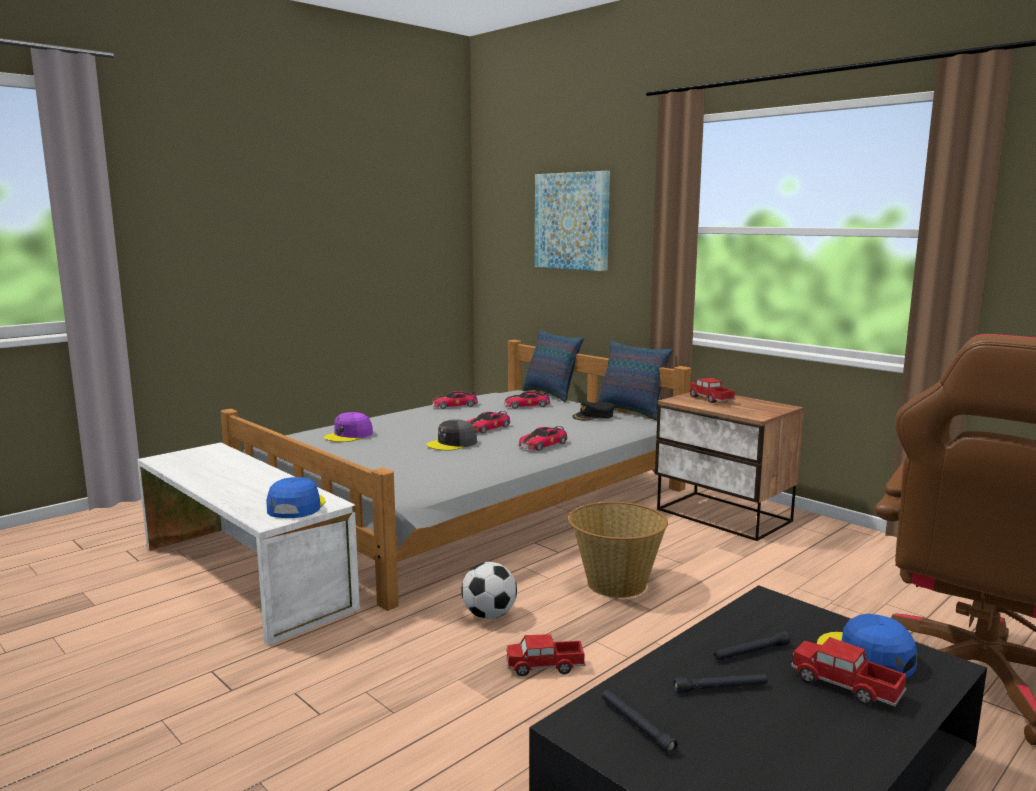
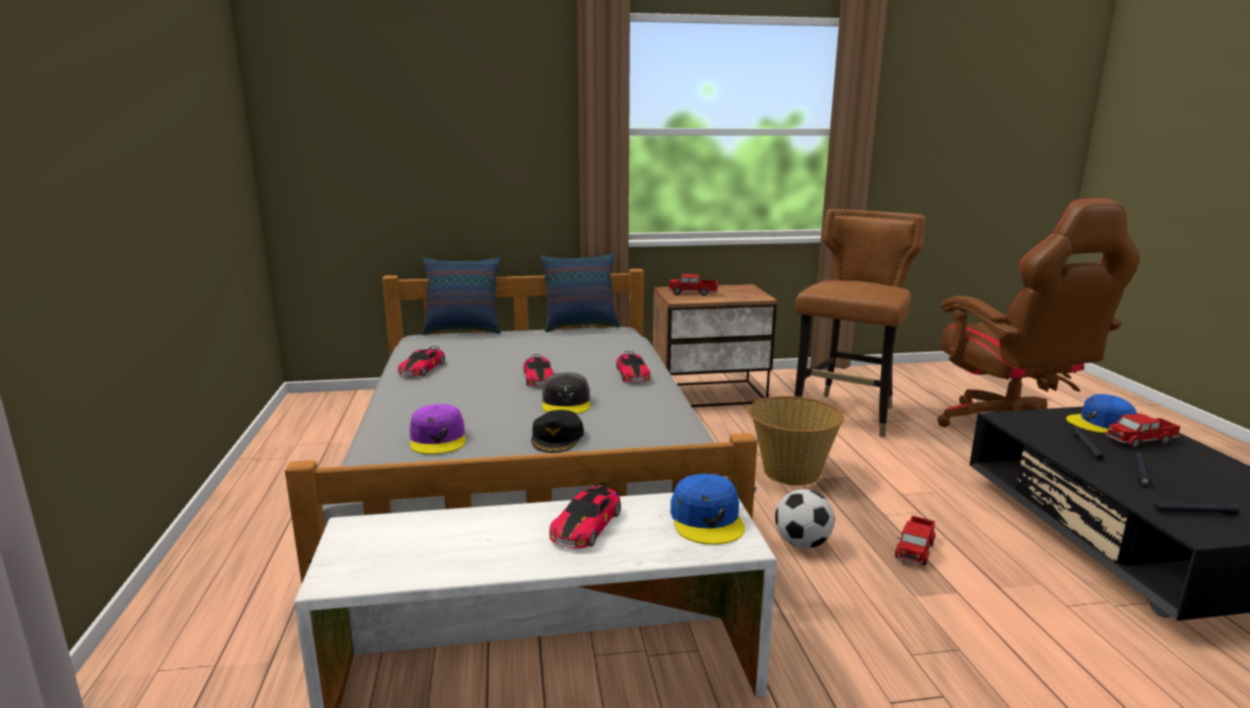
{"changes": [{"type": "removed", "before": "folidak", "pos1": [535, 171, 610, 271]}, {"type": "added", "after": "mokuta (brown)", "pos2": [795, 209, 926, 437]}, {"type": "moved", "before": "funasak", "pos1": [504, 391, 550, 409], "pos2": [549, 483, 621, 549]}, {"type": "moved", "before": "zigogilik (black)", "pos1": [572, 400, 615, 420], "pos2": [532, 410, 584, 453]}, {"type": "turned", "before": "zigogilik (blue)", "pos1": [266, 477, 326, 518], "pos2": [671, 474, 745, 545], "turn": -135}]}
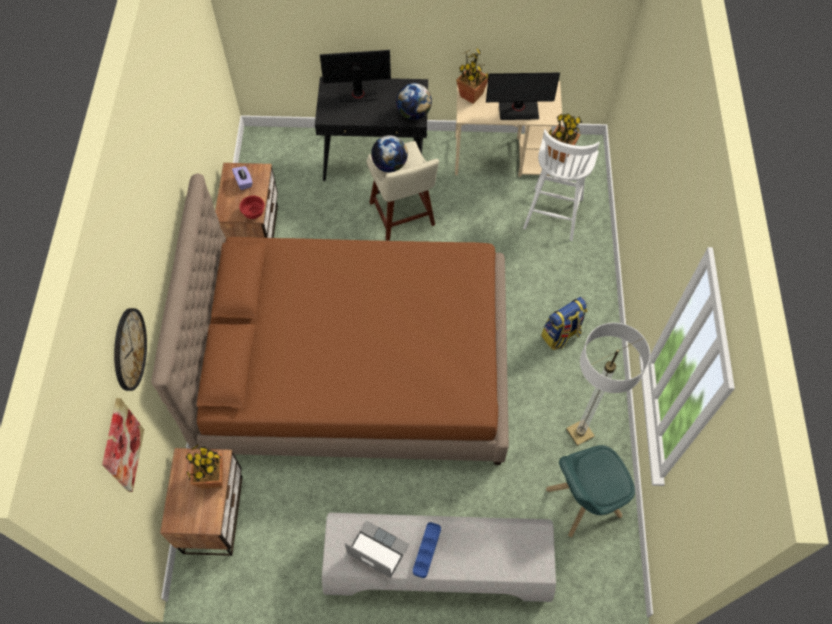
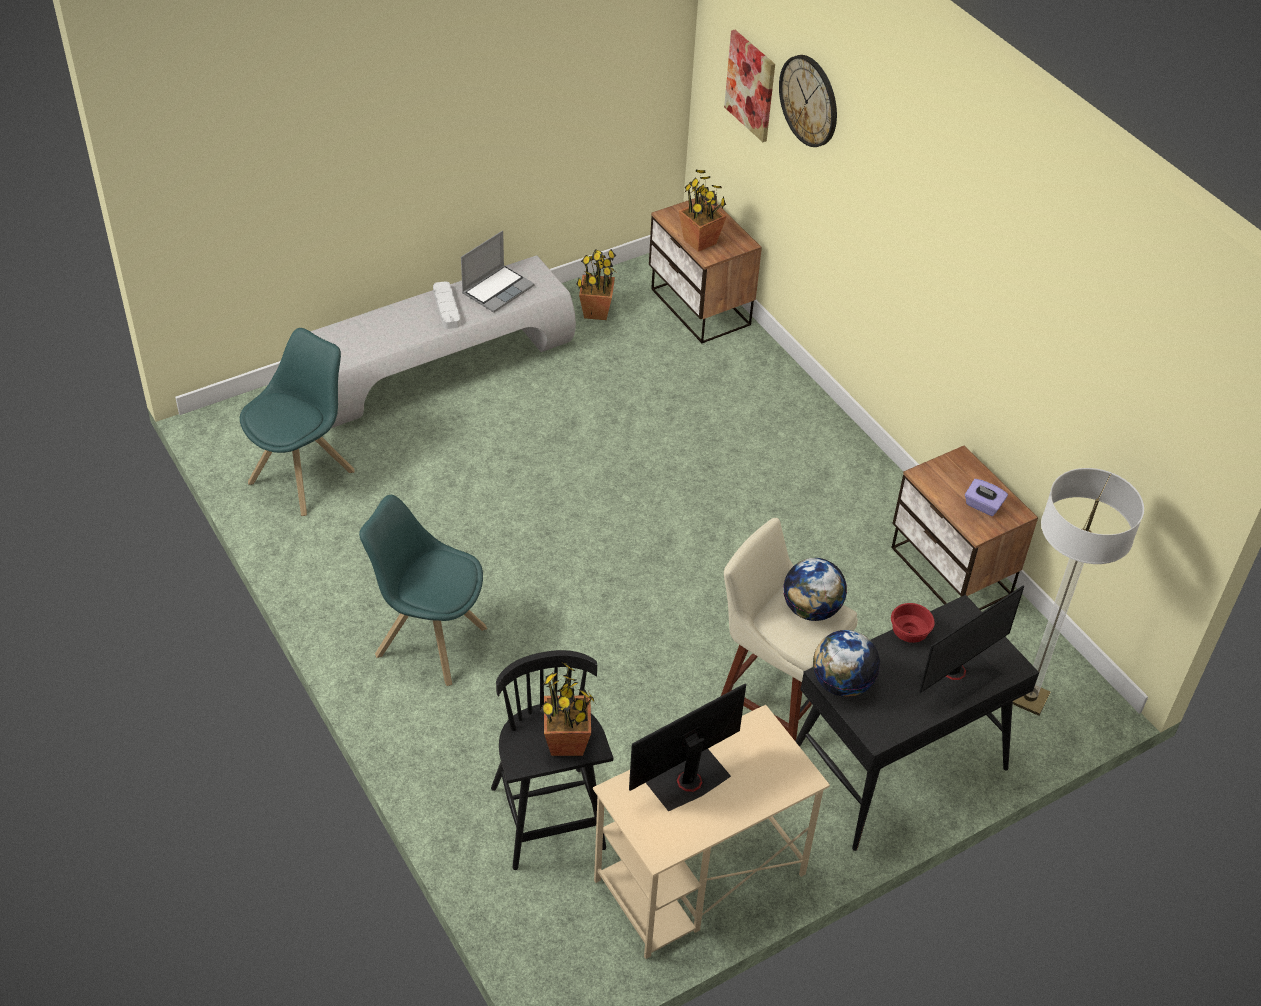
{"changes": [{"type": "removed", "before": "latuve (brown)", "pos1": [151, 173, 509, 465]}, {"type": "moved", "before": "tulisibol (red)", "pos1": [239, 196, 265, 219], "pos2": [891, 603, 935, 643]}, {"type": "moved", "before": "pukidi", "pos1": [456, 47, 488, 104], "pos2": [576, 249, 617, 320]}, {"type": "moved", "before": "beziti", "pos1": [566, 322, 650, 446], "pos2": [1013, 468, 1144, 716]}, {"type": "replaced", "before": "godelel", "after": "mokuta (turquoise)", "pos1": [541, 297, 587, 350], "pos2": [359, 495, 487, 686]}, {"type": "recoloured", "before": "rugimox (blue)", "after": "rugimox (grey)", "pos1": [413, 522, 441, 578], "pos2": [433, 281, 460, 329]}, {"type": "recoloured", "before": "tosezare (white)", "after": "tosezare (black)", "pos1": [523, 129, 600, 241], "pos2": [491, 650, 613, 870]}, {"type": "turned", "before": "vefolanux", "pos1": [345, 520, 410, 578], "pos2": [461, 231, 535, 313], "turn": -45}]}
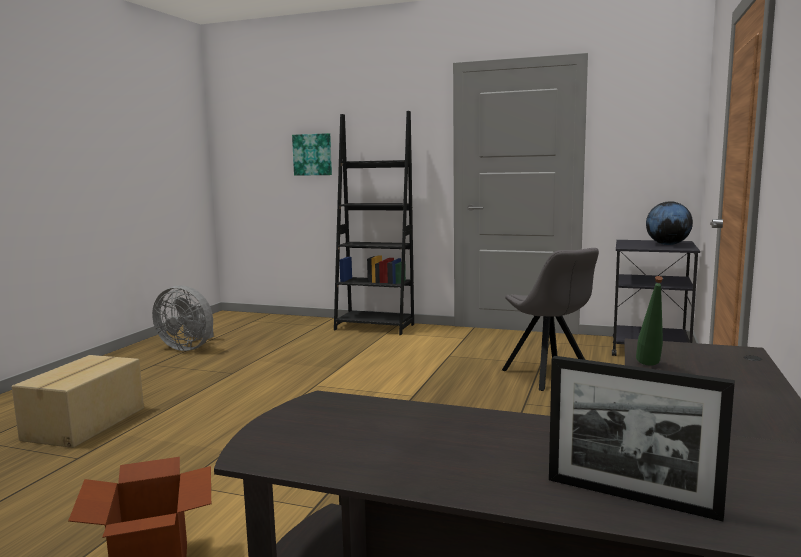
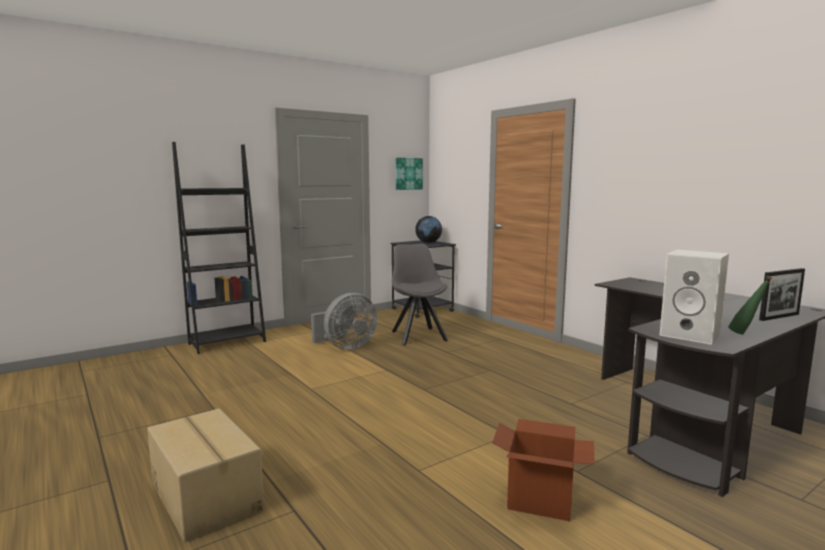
{"changes": [{"type": "added", "after": "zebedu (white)", "pos2": [659, 250, 729, 345]}, {"type": "moved", "before": "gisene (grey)", "pos1": [152, 285, 214, 351], "pos2": [311, 293, 377, 349]}, {"type": "moved", "before": "folidak", "pos1": [292, 133, 332, 176], "pos2": [396, 158, 423, 190]}, {"type": "moved", "before": "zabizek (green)", "pos1": [636, 276, 663, 366], "pos2": [728, 276, 772, 334]}, {"type": "turned", "before": "mokuta (grey)", "pos1": [502, 248, 599, 391], "pos2": [392, 244, 448, 345], "turn": -120}]}
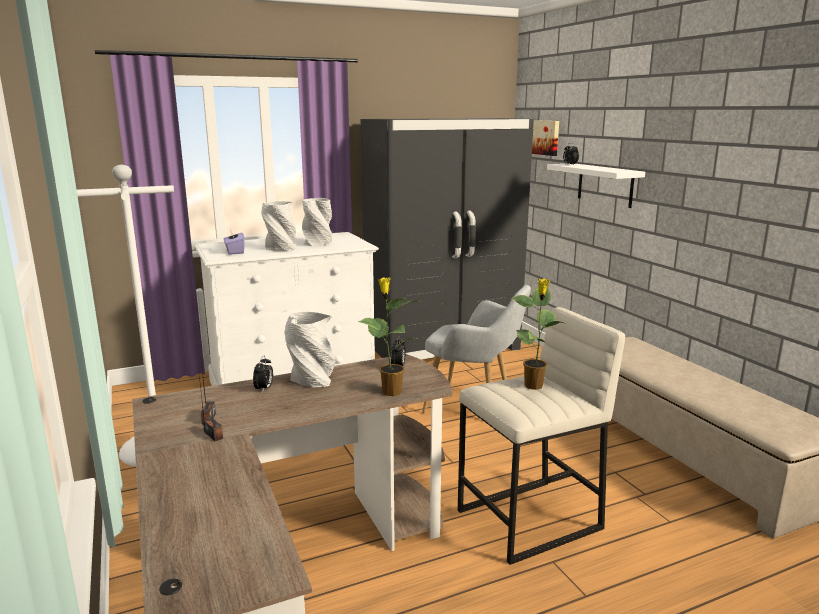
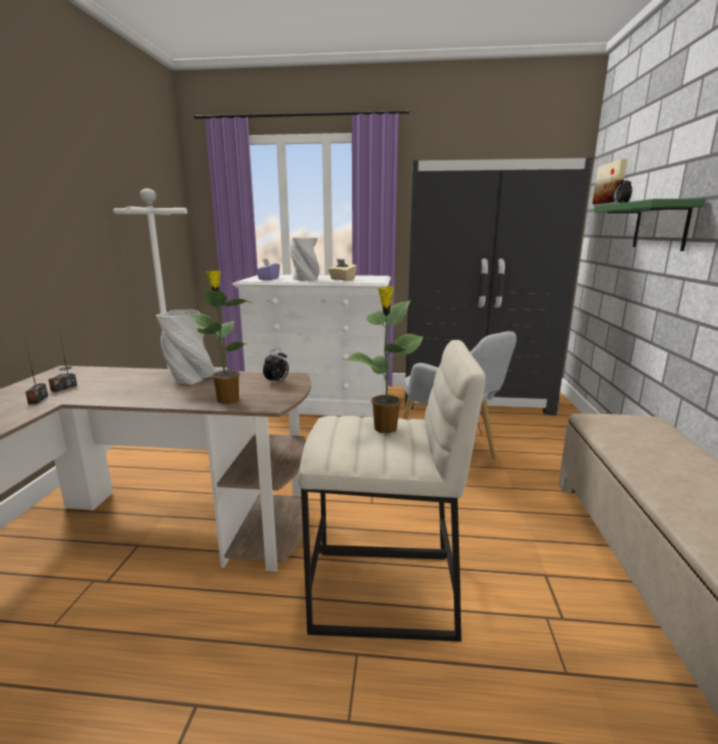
{"changes": [{"type": "removed", "before": "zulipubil", "pos1": [253, 356, 273, 393]}, {"type": "replaced", "before": "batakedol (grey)", "after": "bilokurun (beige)", "pos1": [302, 198, 332, 246], "pos2": [328, 259, 357, 280]}, {"type": "recoloured", "before": "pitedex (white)", "after": "pitedex (green)", "pos1": [547, 164, 645, 208], "pos2": [594, 198, 706, 251]}]}
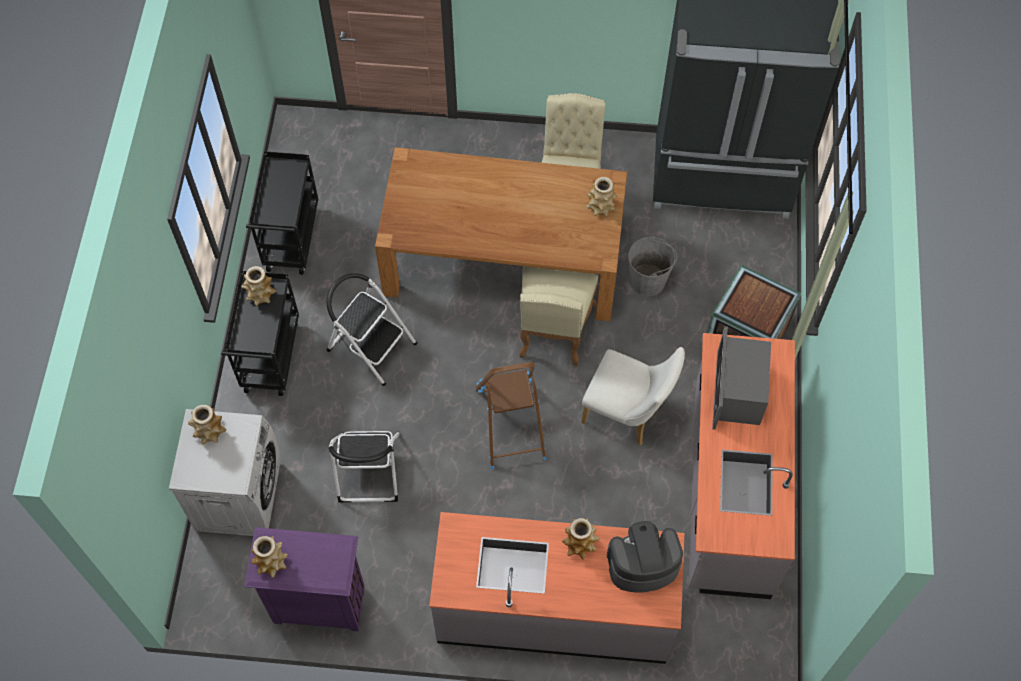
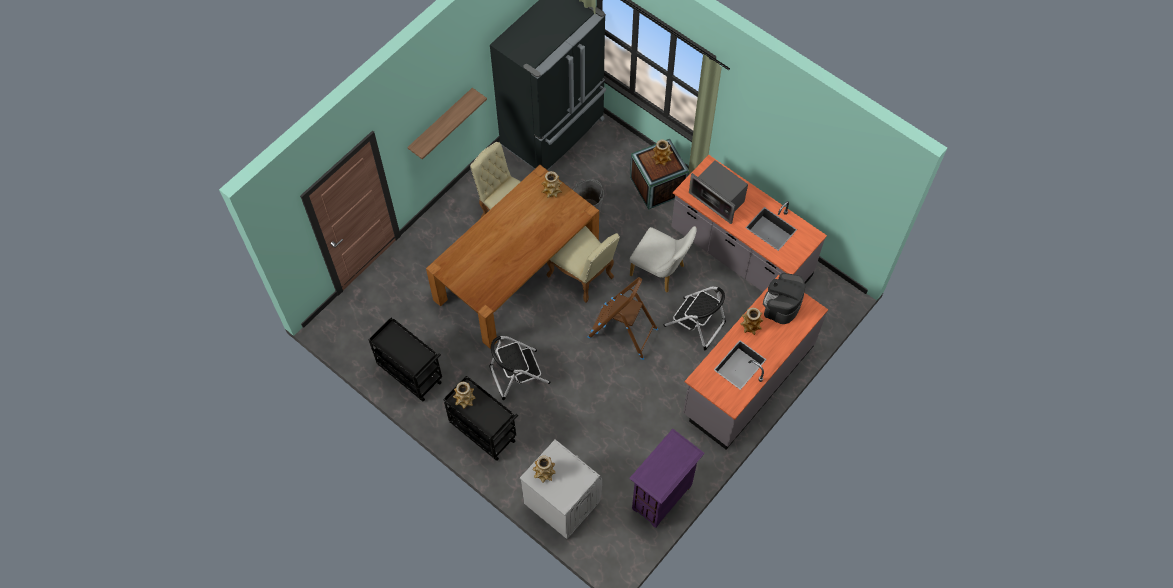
{"changes": [{"type": "added", "after": "pitedex", "pos2": [408, 88, 487, 160]}, {"type": "moved", "before": "batakedol", "pos1": [251, 536, 288, 578], "pos2": [651, 139, 673, 166]}, {"type": "moved", "before": "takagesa", "pos1": [329, 431, 400, 503], "pos2": [664, 287, 726, 350]}, {"type": "turned", "before": "mokuta (white)", "pos1": [581, 347, 685, 445], "pos2": [630, 226, 697, 293], "turn": 60}]}
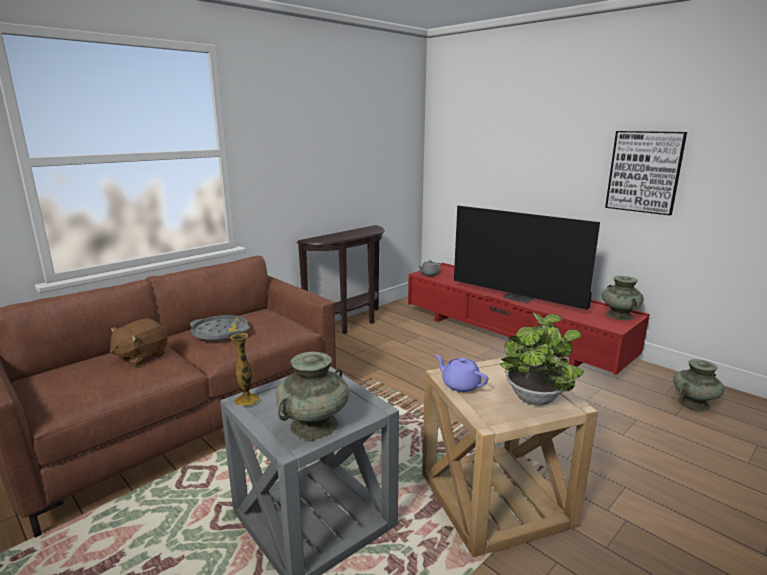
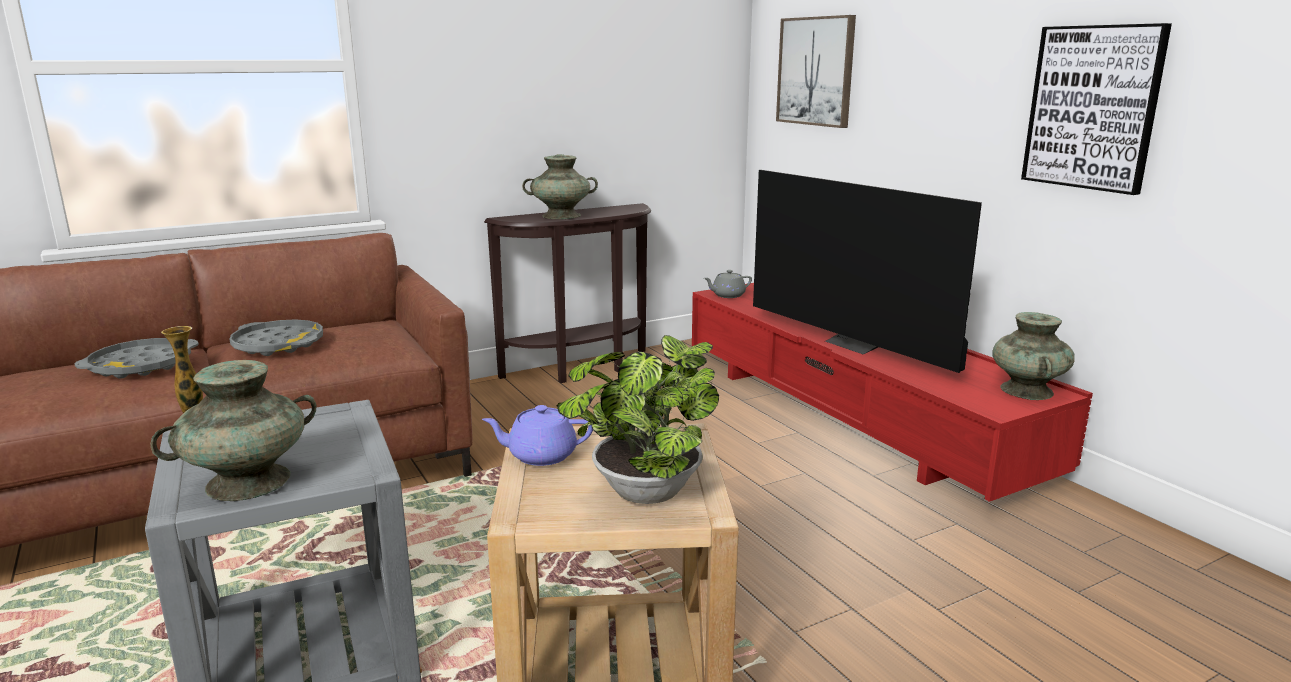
{"changes": [{"type": "added", "after": "folidak", "pos2": [776, 15, 856, 128]}, {"type": "moved", "before": "batakedol (turquoise)", "pos1": [673, 359, 724, 412], "pos2": [522, 154, 598, 219]}, {"type": "replaced", "before": "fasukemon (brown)", "after": "rugimox (grey)", "pos1": [110, 319, 168, 366], "pos2": [74, 338, 199, 379]}, {"type": "turned", "before": "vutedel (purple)", "pos1": [435, 355, 488, 392], "pos2": [482, 405, 593, 466], "turn": -60}]}
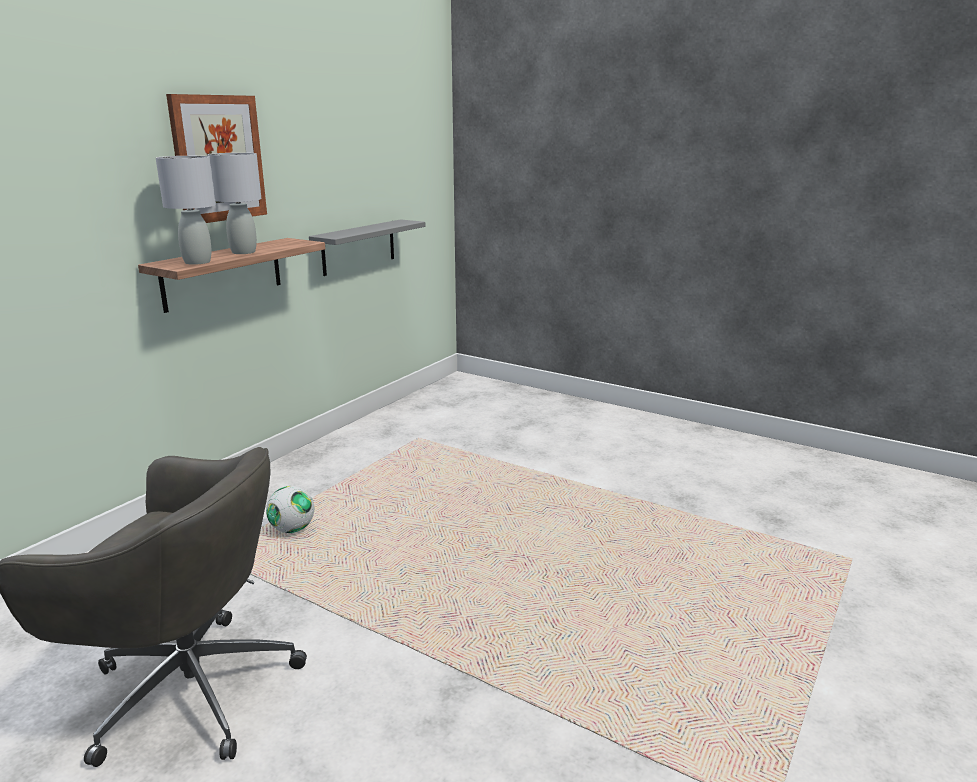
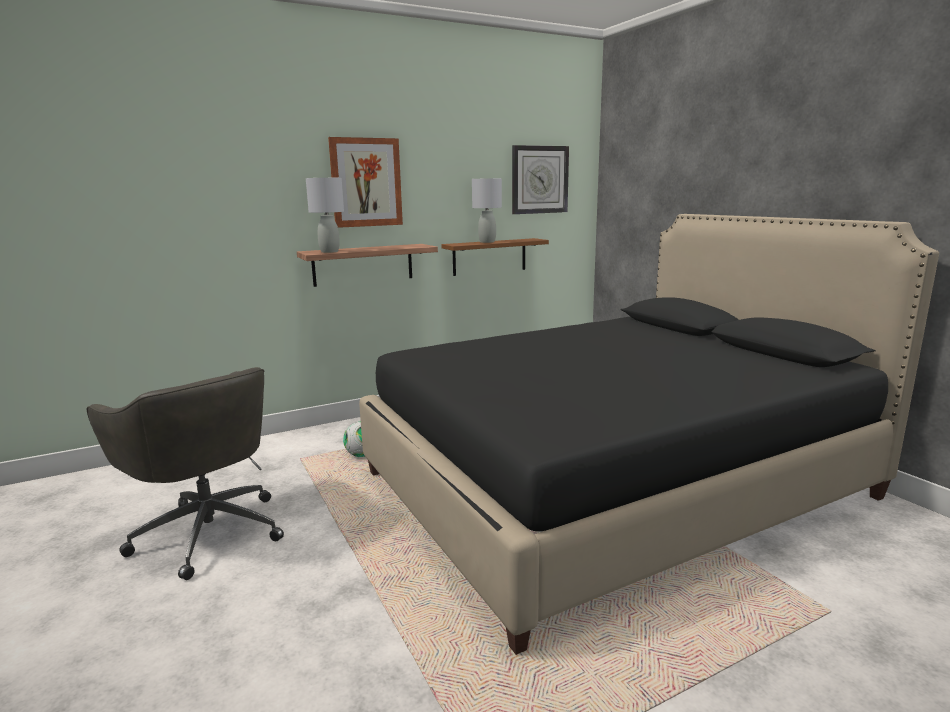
{"changes": [{"type": "added", "after": "latuve (black)", "pos2": [359, 214, 939, 655]}, {"type": "added", "after": "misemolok", "pos2": [512, 145, 569, 214]}, {"type": "moved", "before": "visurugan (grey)", "pos1": [207, 153, 261, 254], "pos2": [472, 178, 502, 243]}, {"type": "recoloured", "before": "pitedex (grey)", "after": "pitedex (brown)", "pos1": [309, 219, 425, 276], "pos2": [441, 238, 549, 276]}]}
